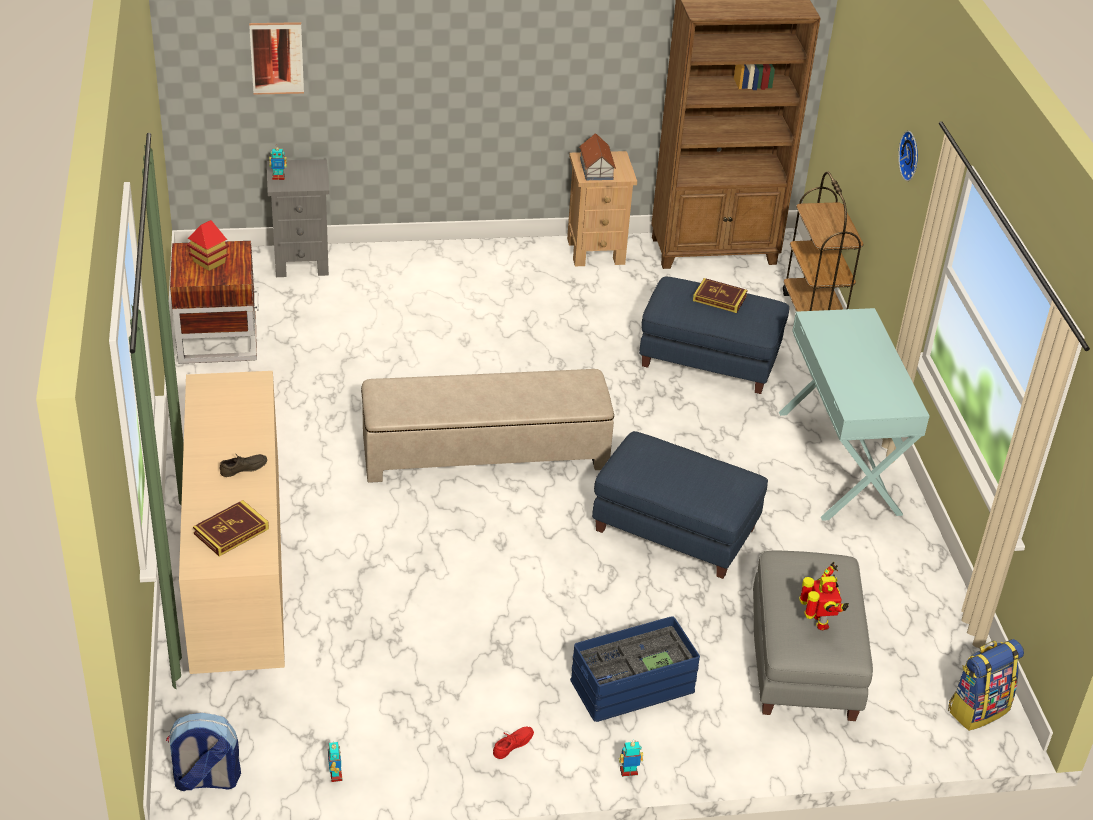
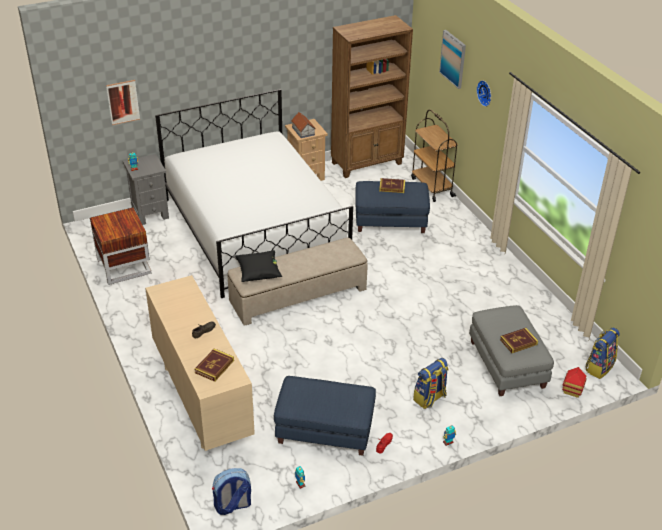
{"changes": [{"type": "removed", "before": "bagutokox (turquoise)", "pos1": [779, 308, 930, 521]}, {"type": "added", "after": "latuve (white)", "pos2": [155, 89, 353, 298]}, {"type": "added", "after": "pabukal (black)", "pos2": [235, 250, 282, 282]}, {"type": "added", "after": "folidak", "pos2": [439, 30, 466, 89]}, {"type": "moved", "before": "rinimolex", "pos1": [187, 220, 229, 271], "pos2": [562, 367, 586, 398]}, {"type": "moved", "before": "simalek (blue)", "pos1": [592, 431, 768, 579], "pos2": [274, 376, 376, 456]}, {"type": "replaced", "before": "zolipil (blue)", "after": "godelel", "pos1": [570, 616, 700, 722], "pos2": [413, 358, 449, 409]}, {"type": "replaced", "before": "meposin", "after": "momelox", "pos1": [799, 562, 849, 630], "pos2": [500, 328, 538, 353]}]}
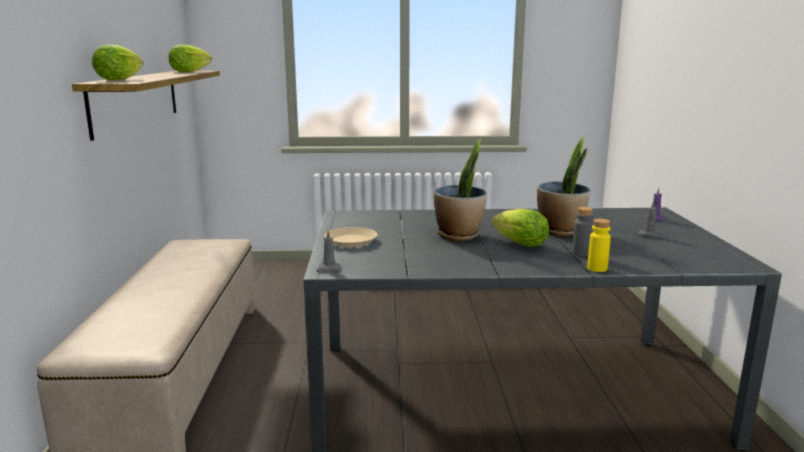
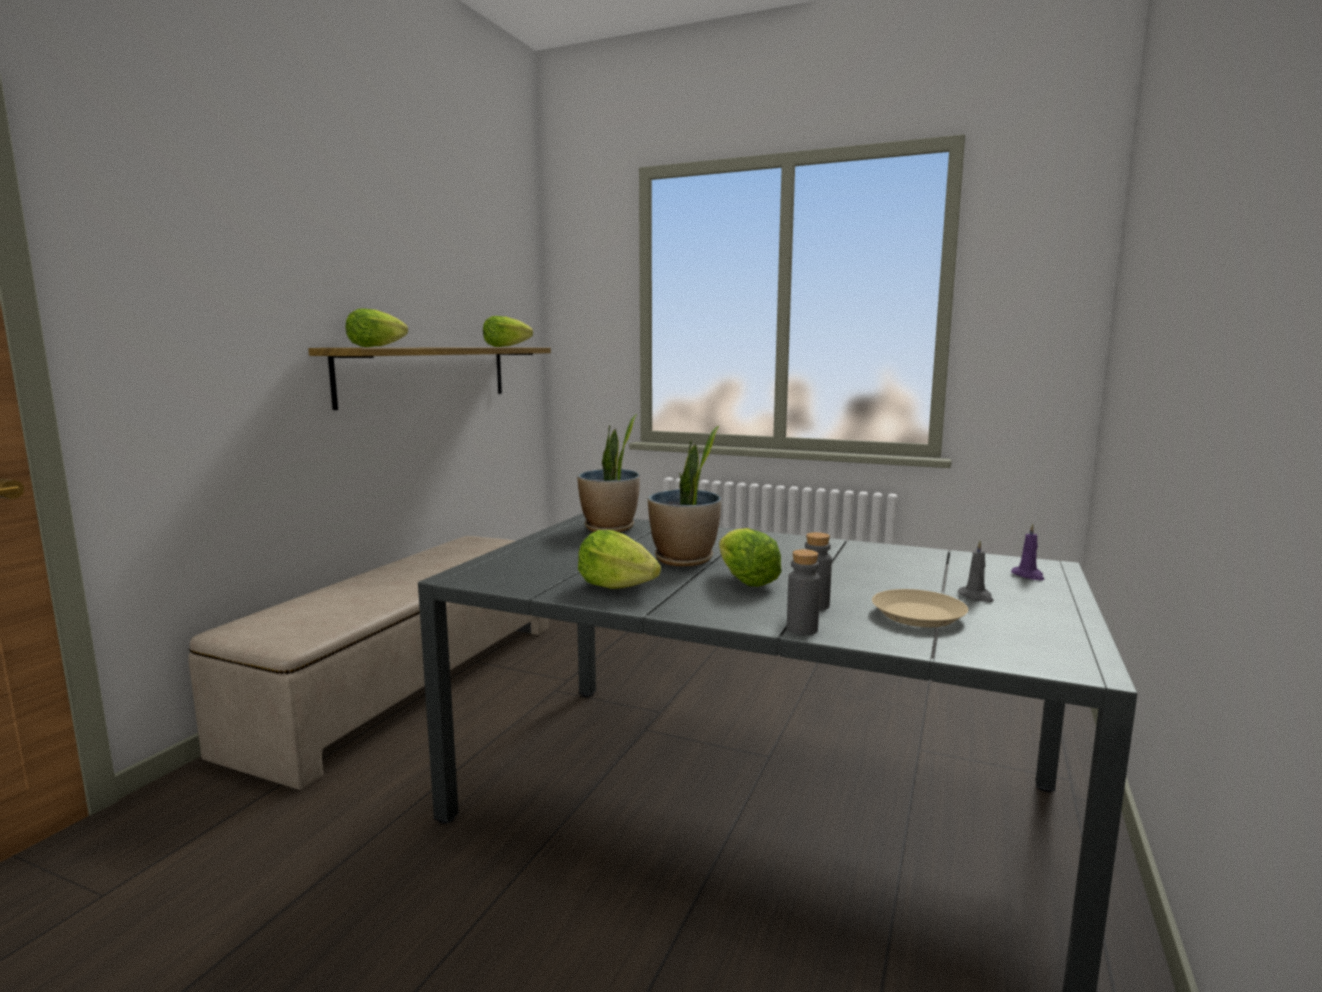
{"changes": [{"type": "removed", "before": "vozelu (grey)", "pos1": [316, 230, 341, 273]}, {"type": "added", "after": "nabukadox", "pos2": [578, 530, 661, 589]}, {"type": "moved", "before": "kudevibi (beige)", "pos1": [325, 227, 378, 247], "pos2": [872, 589, 968, 627]}, {"type": "moved", "before": "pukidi", "pos1": [537, 136, 590, 236], "pos2": [577, 414, 640, 532]}, {"type": "recoloured", "before": "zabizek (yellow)", "after": "zabizek (grey)", "pos1": [587, 219, 611, 272], "pos2": [787, 549, 820, 635]}]}
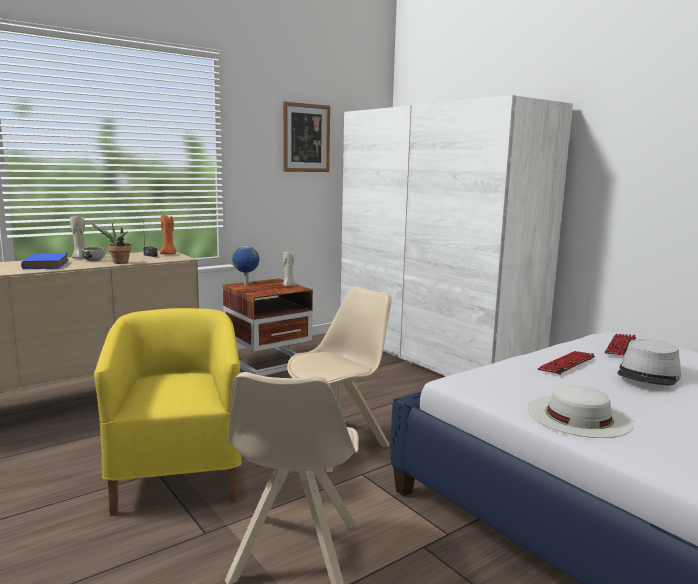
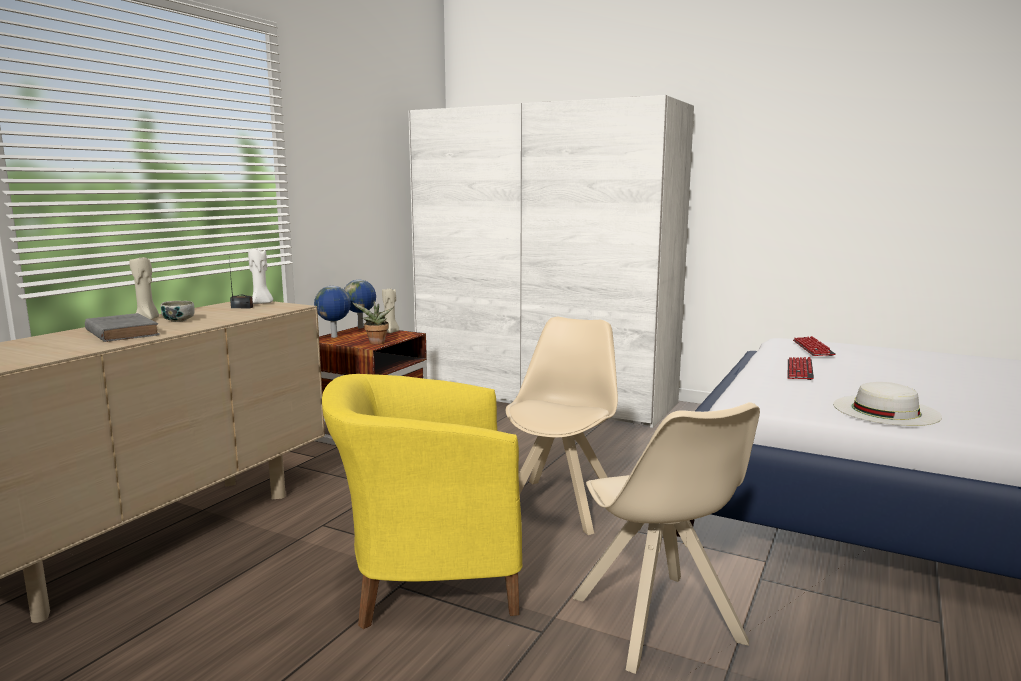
{"changes": [{"type": "removed", "before": "folidak", "pos1": [283, 101, 330, 172]}, {"type": "removed", "before": "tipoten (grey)", "pos1": [617, 339, 681, 386]}, {"type": "added", "after": "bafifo", "pos2": [344, 280, 376, 328]}, {"type": "moved", "before": "pukidi", "pos1": [90, 223, 131, 264], "pos2": [353, 301, 393, 344]}, {"type": "recoloured", "before": "momelox (blue)", "after": "momelox (grey)", "pos1": [21, 253, 69, 269], "pos2": [85, 313, 160, 342]}, {"type": "recoloured", "before": "vozelu (orange)", "after": "vozelu (white)", "pos1": [160, 215, 176, 254], "pos2": [248, 249, 273, 304]}, {"type": "turned", "before": "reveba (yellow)", "pos1": [94, 308, 242, 516], "pos2": [322, 374, 523, 629], "turn": -60}]}
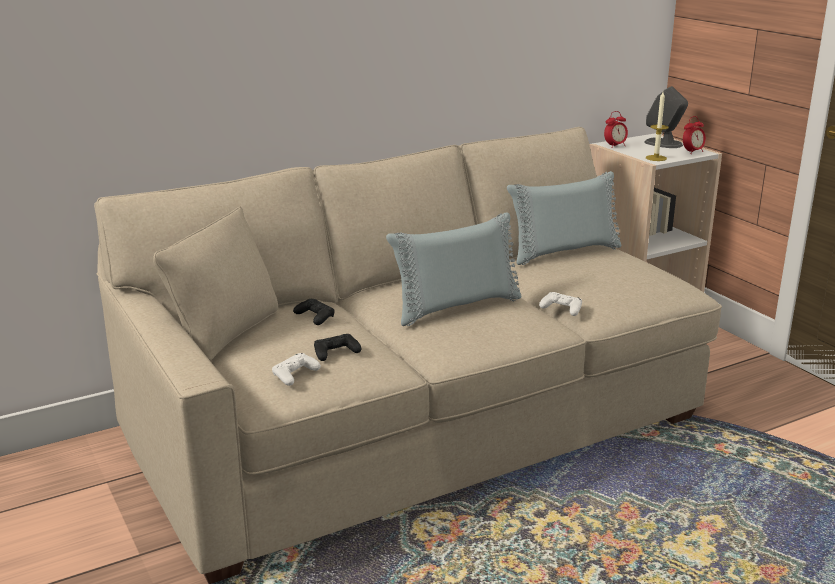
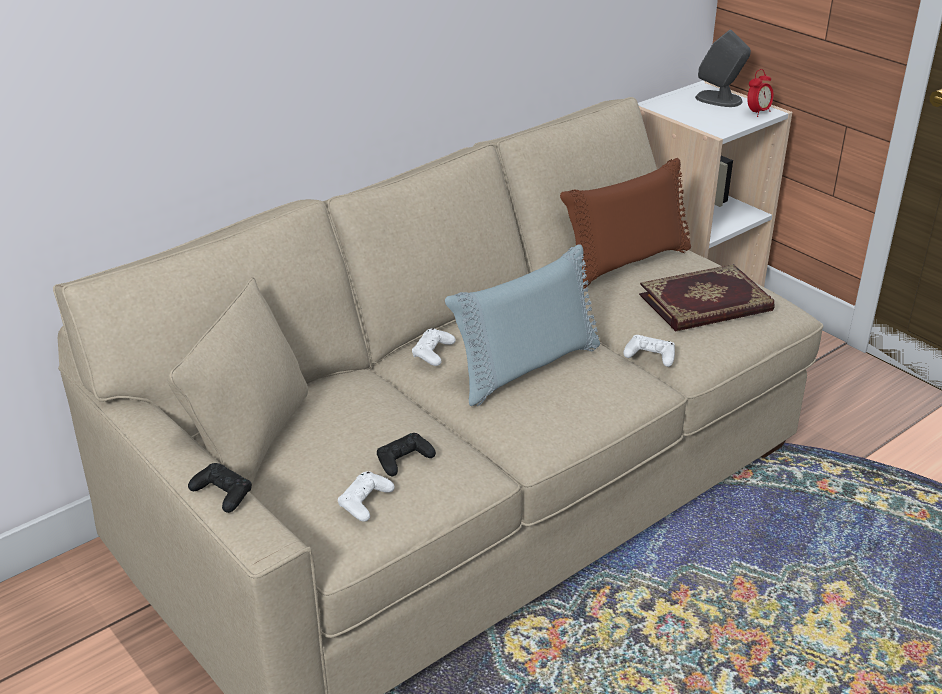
{"changes": [{"type": "removed", "before": "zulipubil", "pos1": [604, 111, 628, 148]}, {"type": "removed", "before": "vozelu", "pos1": [646, 92, 668, 161]}, {"type": "added", "after": "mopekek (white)", "pos2": [412, 328, 456, 366]}, {"type": "added", "after": "momelox", "pos2": [639, 264, 774, 331]}, {"type": "moved", "before": "mopekek (black)", "pos1": [293, 299, 335, 325], "pos2": [188, 463, 252, 513]}, {"type": "recoloured", "before": "pabukal (blue)", "after": "pabukal (brown)", "pos1": [507, 171, 621, 265], "pos2": [560, 158, 691, 289]}]}
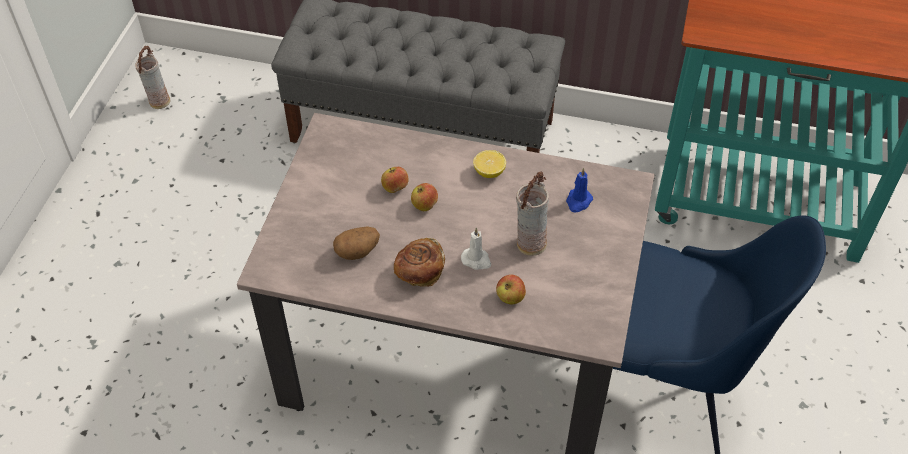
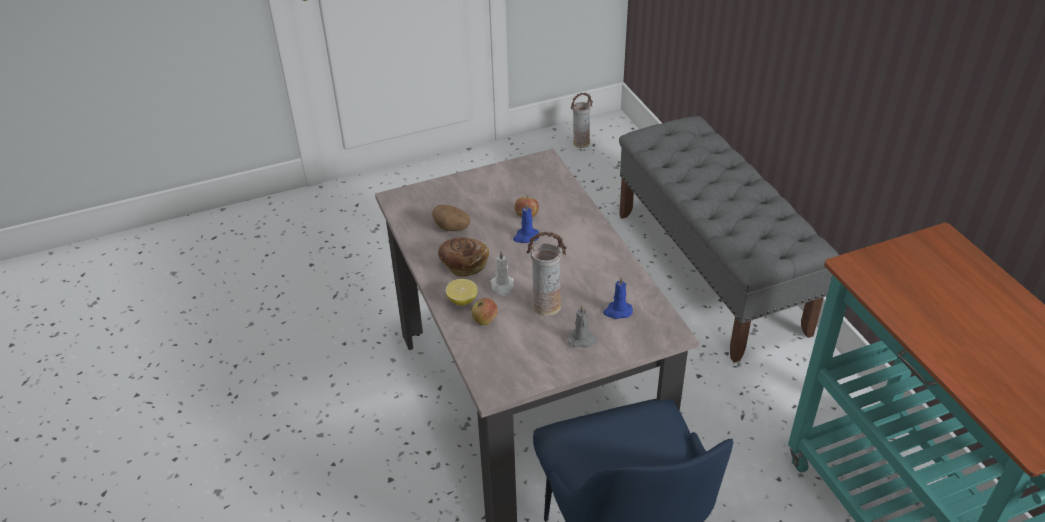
{"changes": [{"type": "added", "after": "vozelu (grey)", "pos2": [567, 304, 598, 348]}, {"type": "moved", "before": "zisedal", "pos1": [473, 150, 506, 178], "pos2": [446, 279, 478, 306]}, {"type": "replaced", "before": "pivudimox", "after": "vozelu (blue)", "pos1": [411, 183, 438, 211], "pos2": [513, 202, 539, 243]}]}
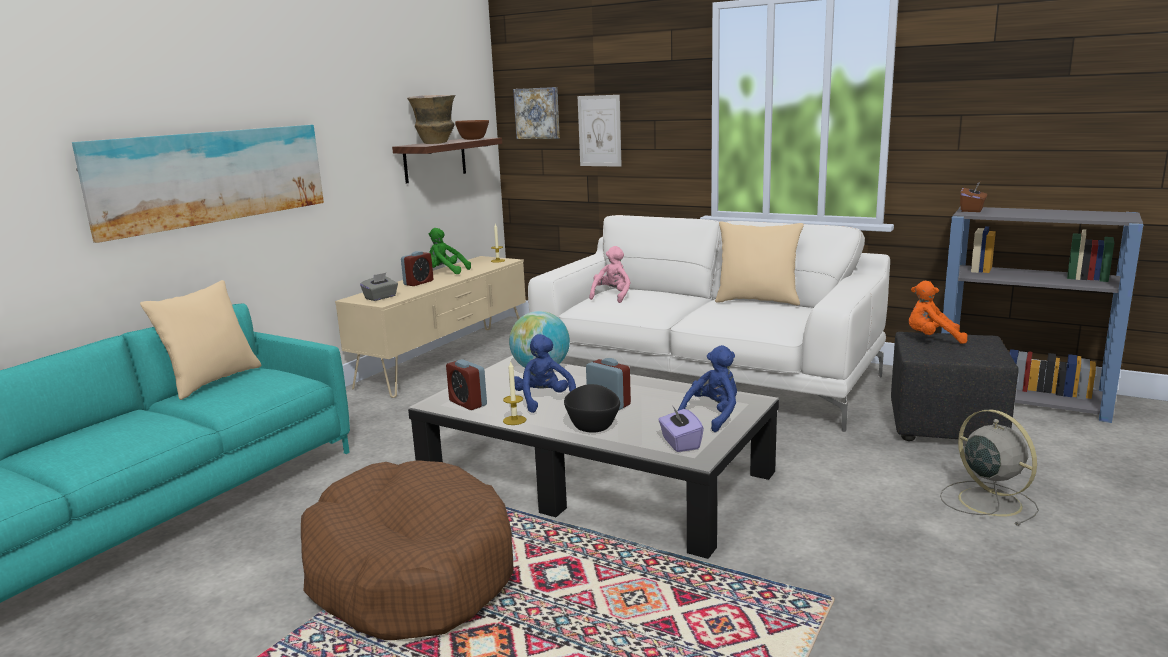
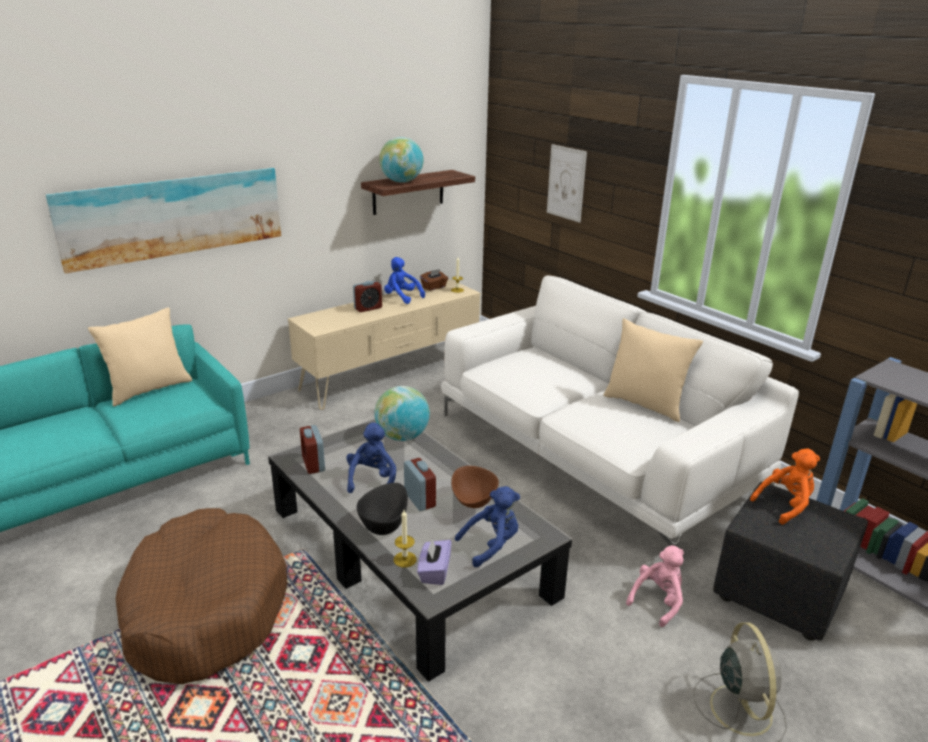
{"changes": [{"type": "removed", "before": "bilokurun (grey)", "pos1": [360, 273, 398, 301]}, {"type": "removed", "before": "folidak", "pos1": [513, 87, 560, 139]}, {"type": "moved", "before": "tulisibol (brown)", "pos1": [455, 120, 489, 140], "pos2": [451, 466, 499, 508]}, {"type": "moved", "before": "vozelu", "pos1": [503, 362, 526, 425], "pos2": [394, 510, 417, 568]}, {"type": "moved", "before": "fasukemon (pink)", "pos1": [589, 246, 631, 303], "pos2": [626, 545, 684, 627]}, {"type": "moved", "before": "bilokurun (brown)", "pos1": [960, 182, 987, 212], "pos2": [420, 269, 448, 291]}, {"type": "replaced", "before": "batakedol", "after": "bafifo", "pos1": [407, 95, 456, 144], "pos2": [379, 137, 424, 183]}, {"type": "recoloured", "before": "fasukemon (green)", "after": "fasukemon (blue)", "pos1": [429, 228, 471, 274], "pos2": [384, 257, 425, 304]}, {"type": "turned", "before": "fasukemon (orange)", "pos1": [909, 281, 968, 344], "pos2": [750, 448, 820, 524], "turn": 120}]}
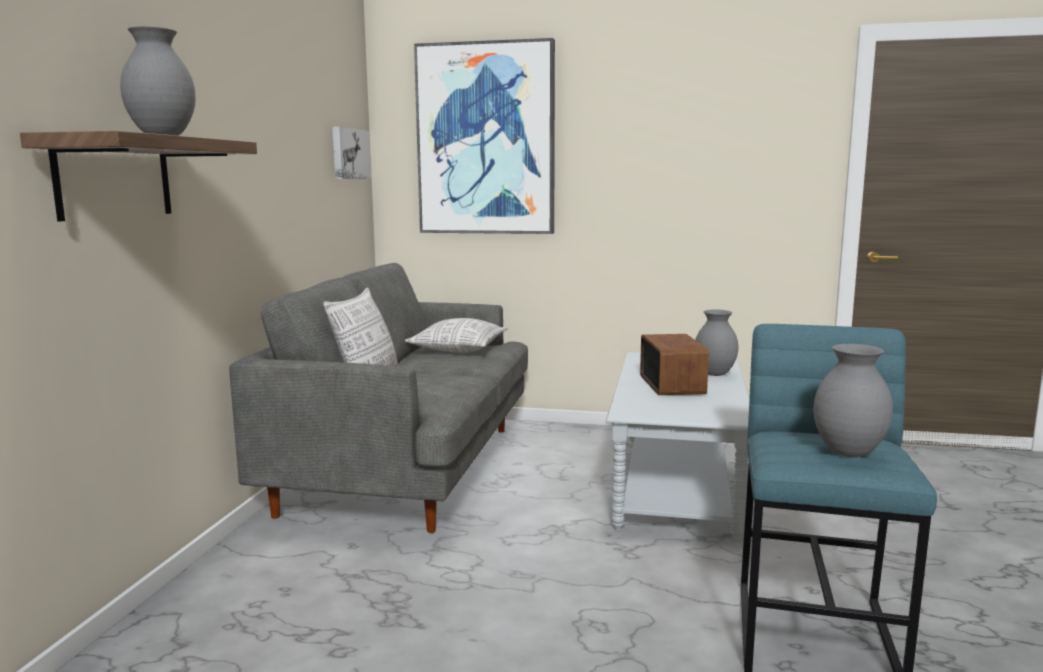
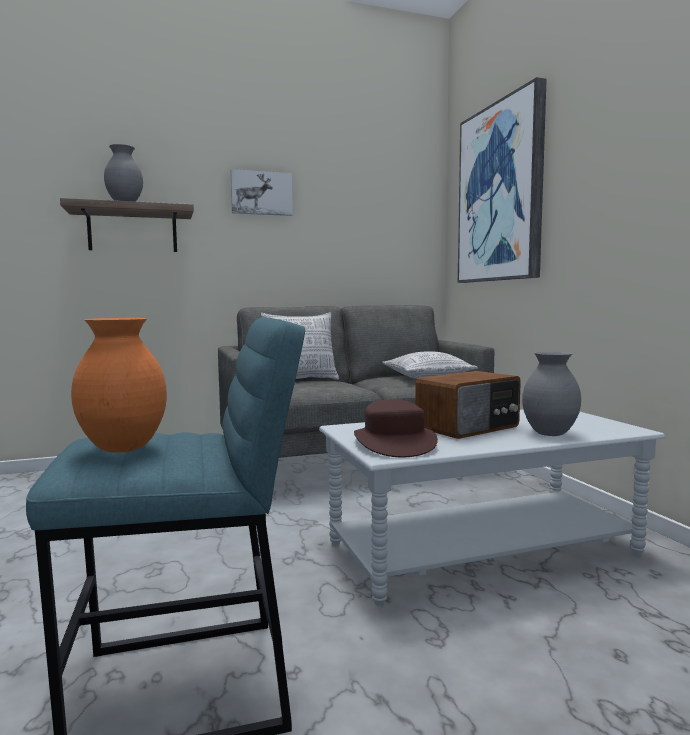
{"changes": [{"type": "added", "after": "tipoten (brown)", "pos2": [354, 399, 438, 457]}, {"type": "moved", "before": "folidak", "pos1": [332, 127, 371, 179], "pos2": [231, 169, 293, 216]}, {"type": "recoloured", "before": "batakedol (grey)", "after": "batakedol (orange)", "pos1": [813, 344, 893, 457], "pos2": [71, 318, 167, 453]}]}
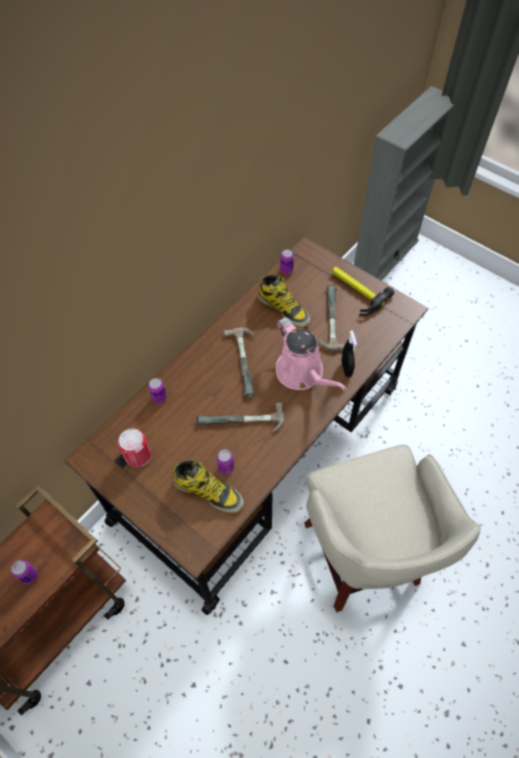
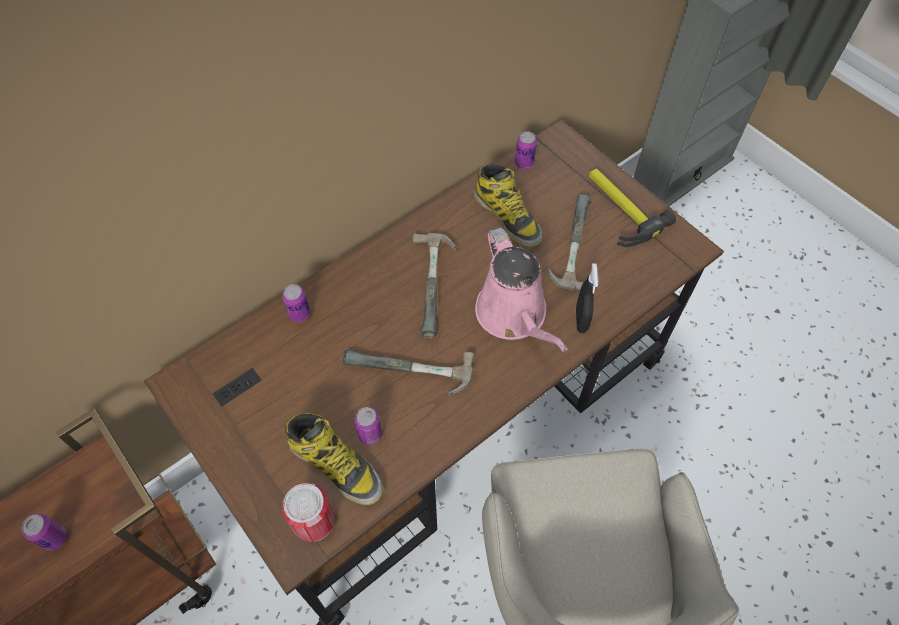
{"changes": [{"type": "moved", "before": "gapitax", "pos1": [118, 428, 151, 468], "pos2": [282, 483, 335, 542]}]}
